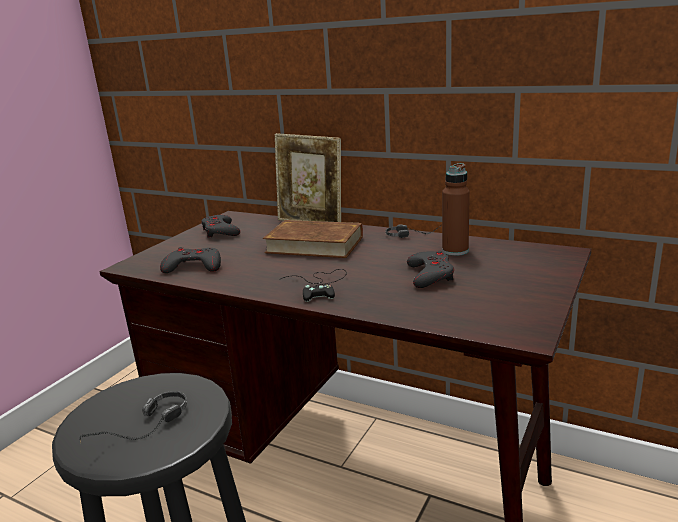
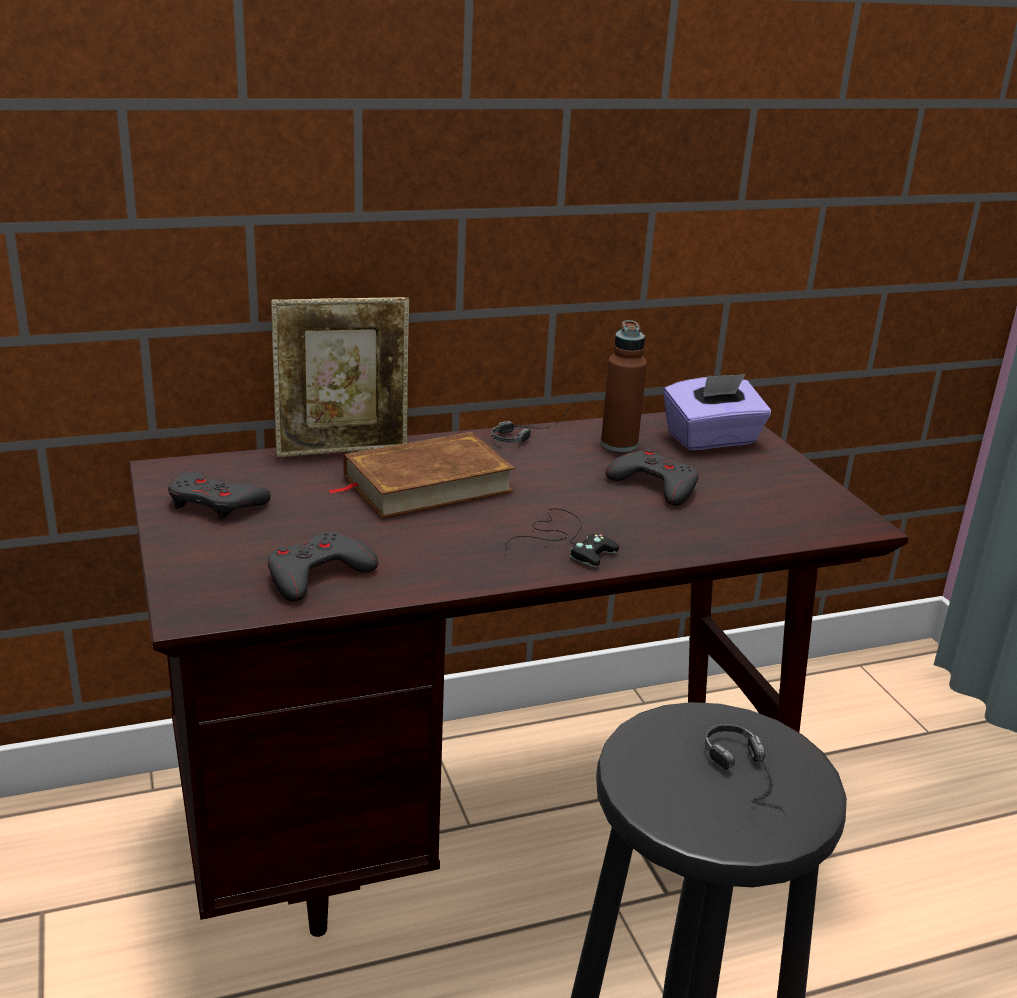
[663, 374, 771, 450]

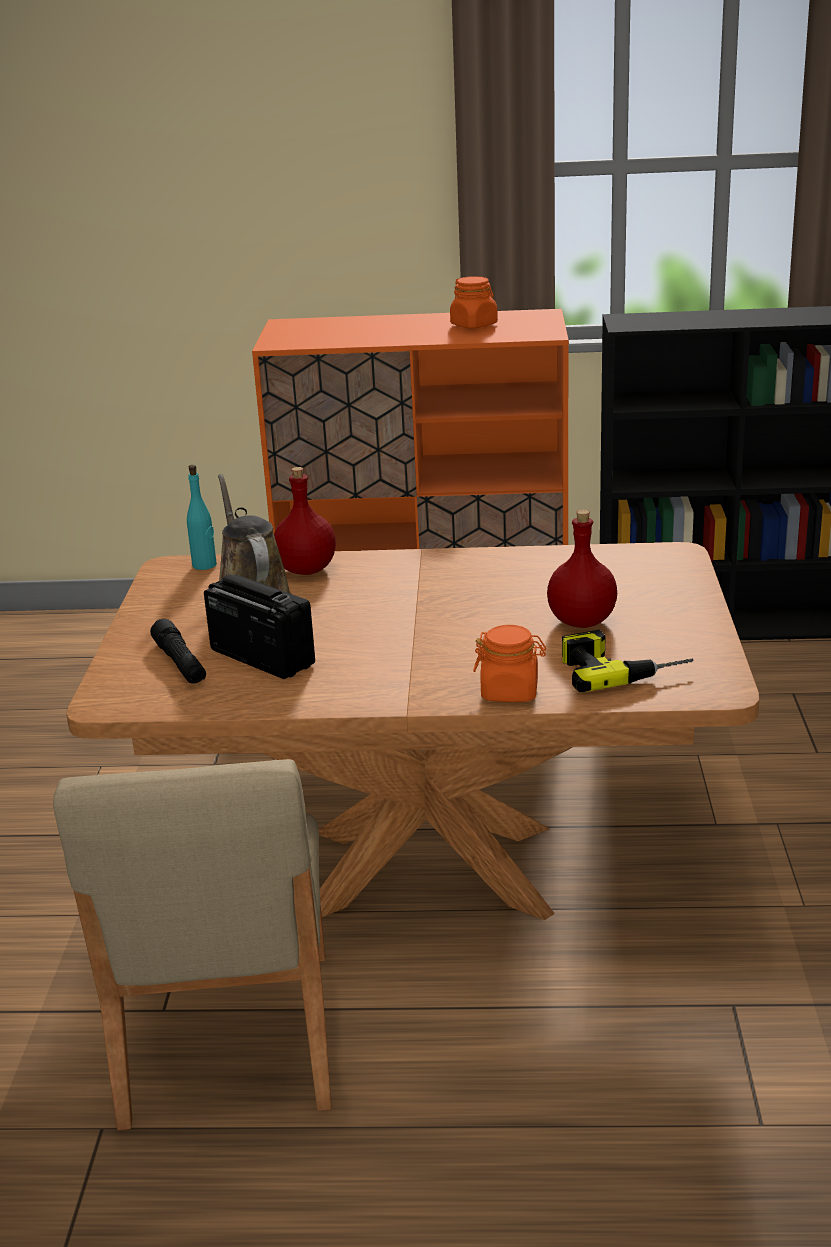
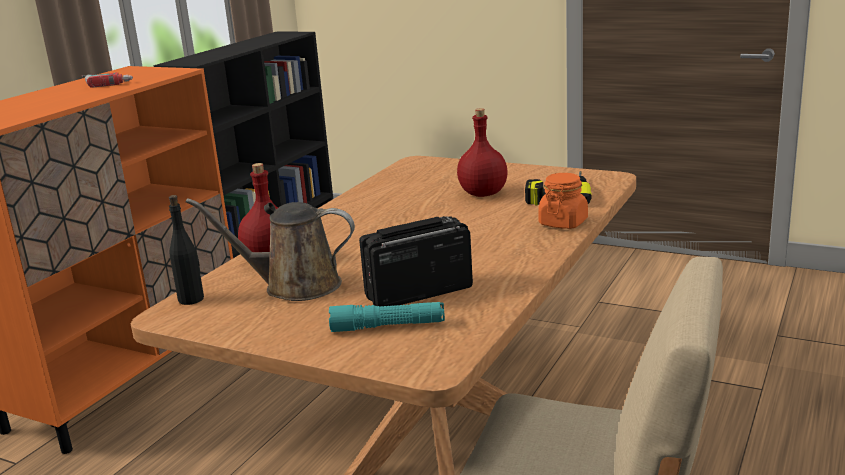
[82, 72, 133, 88]
[169, 195, 204, 305]
[329, 302, 445, 332]

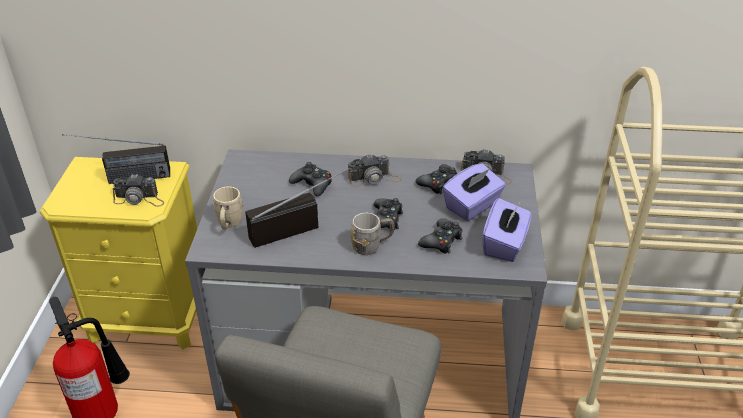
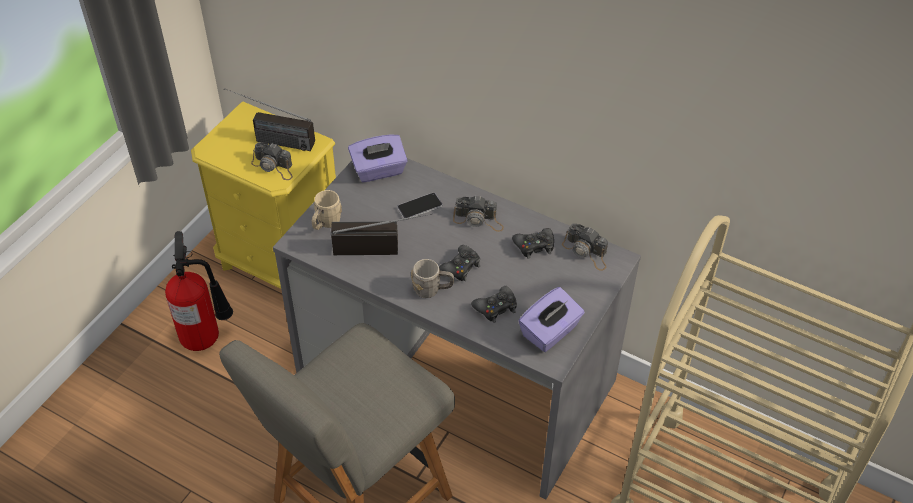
[348, 134, 408, 182]
[397, 193, 443, 220]

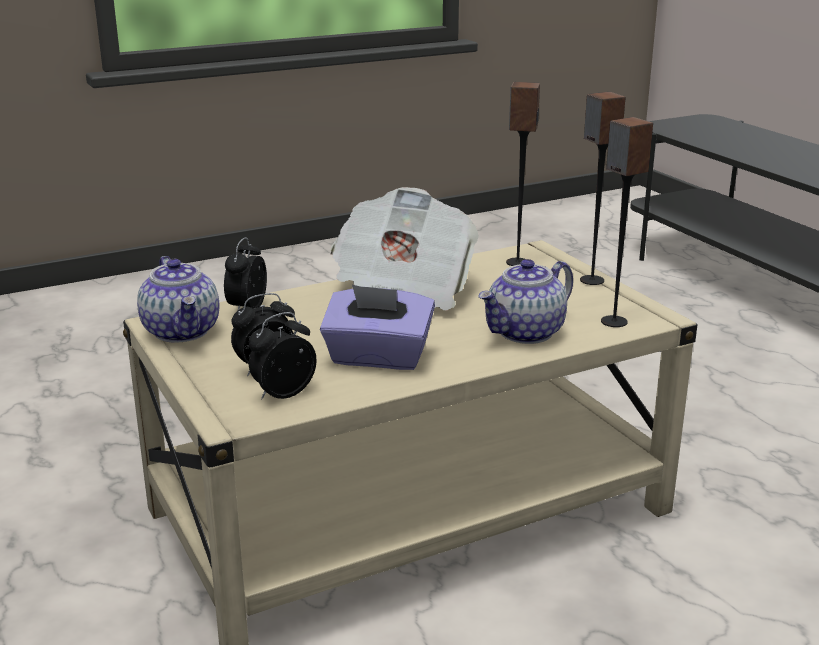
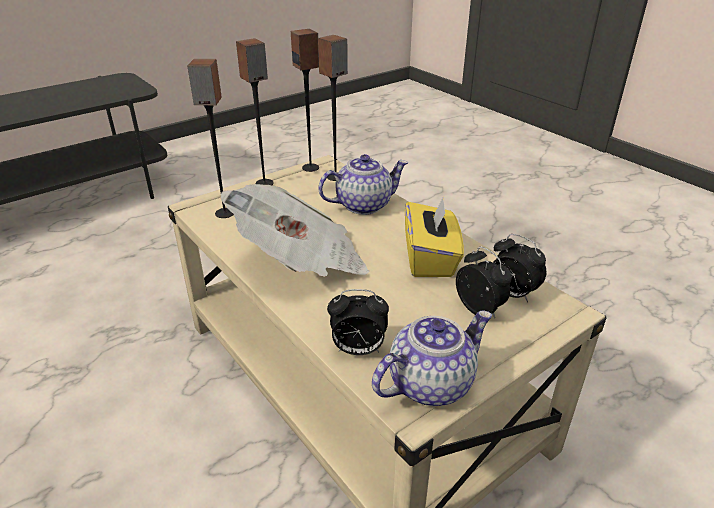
[291, 29, 319, 172]
[318, 154, 408, 215]
[405, 196, 464, 277]

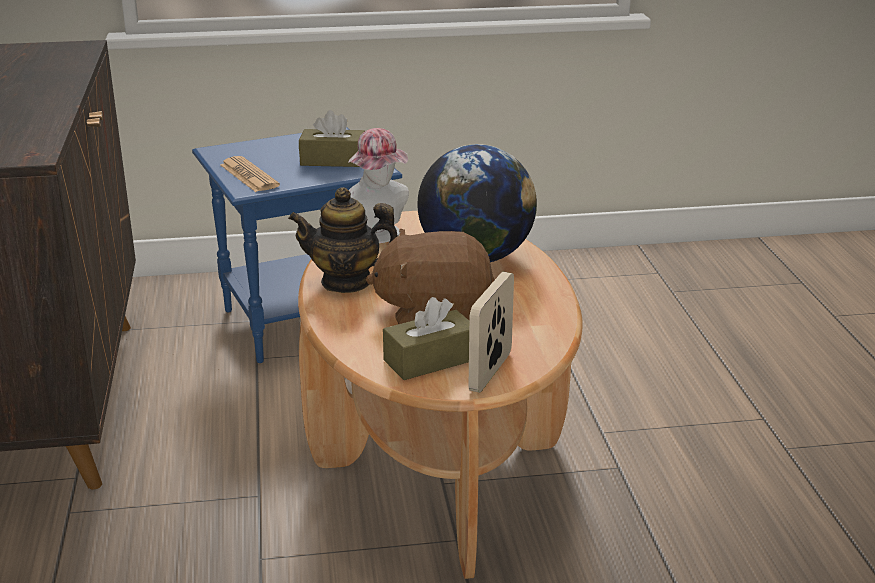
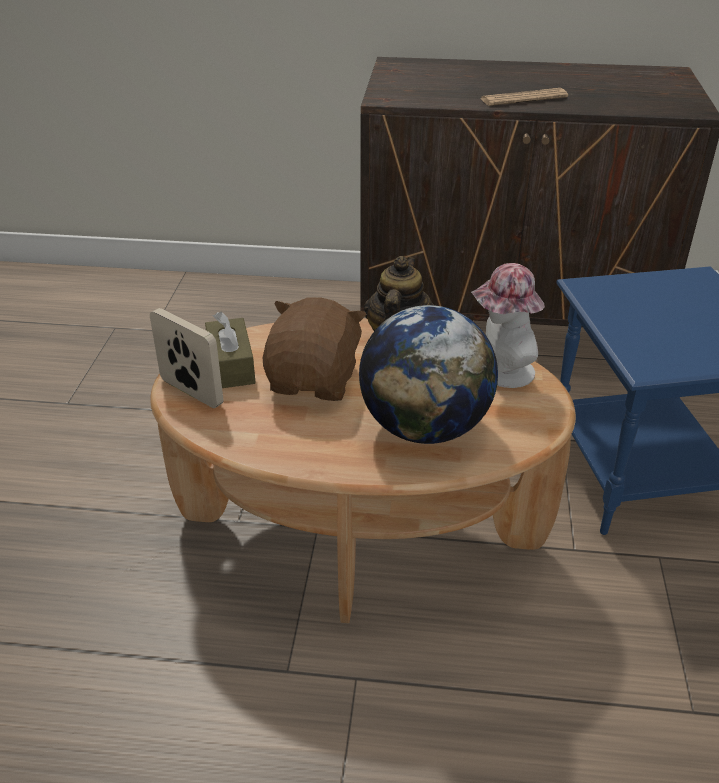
[480, 88, 568, 106]
[299, 110, 365, 167] (first image)

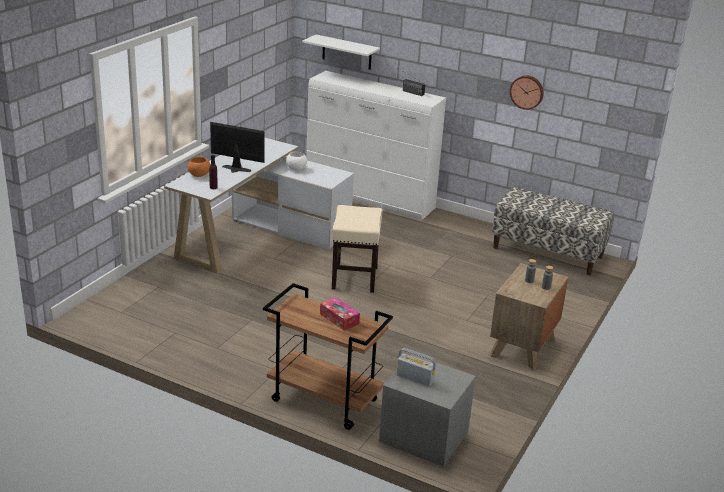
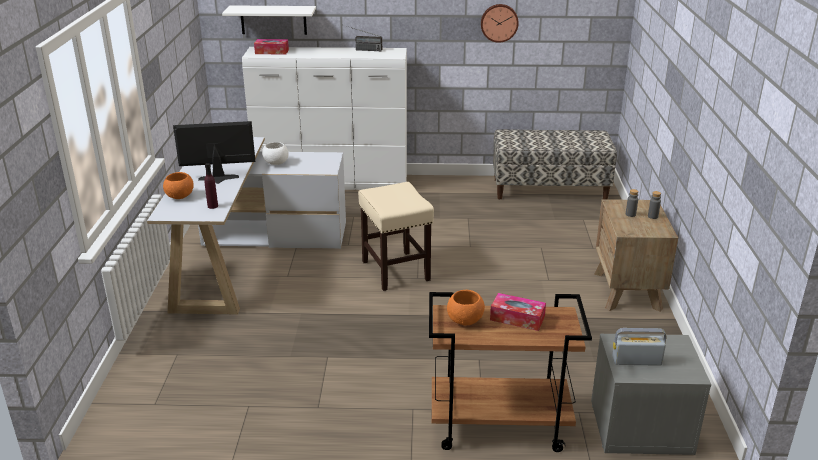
[254, 39, 289, 54]
[447, 290, 485, 325]

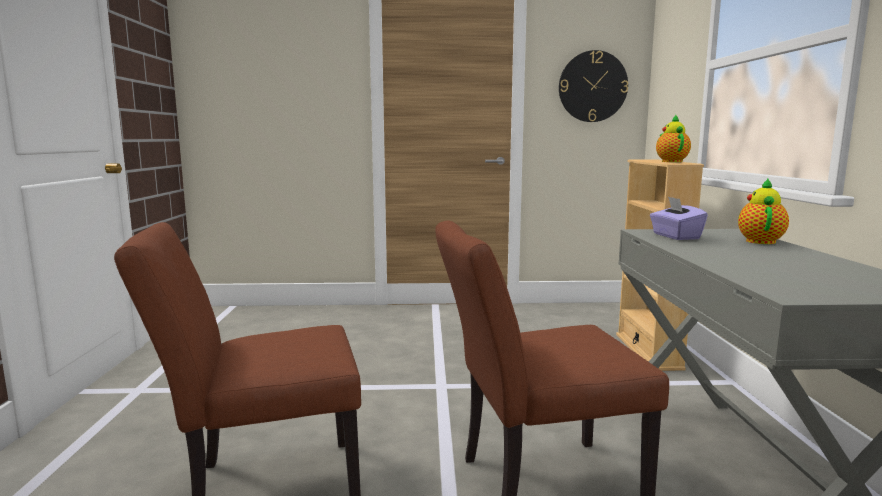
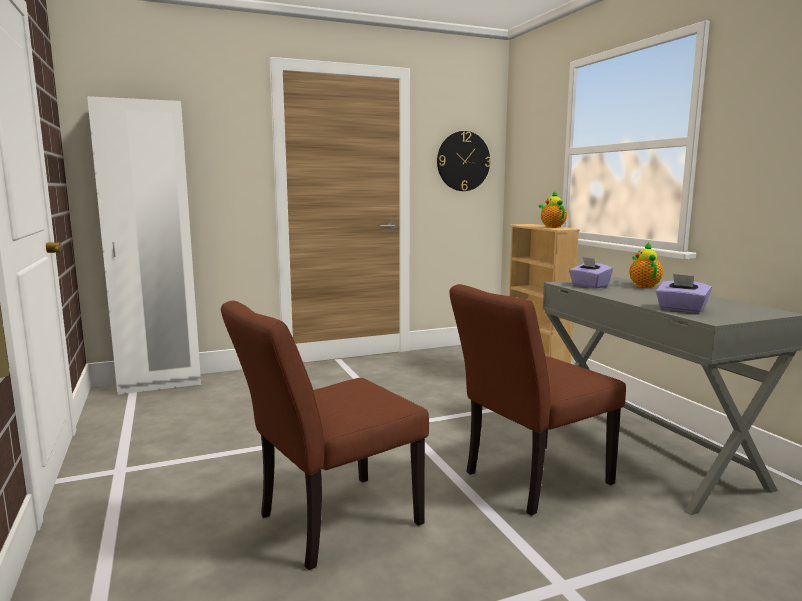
[87, 96, 201, 395]
[656, 274, 712, 313]

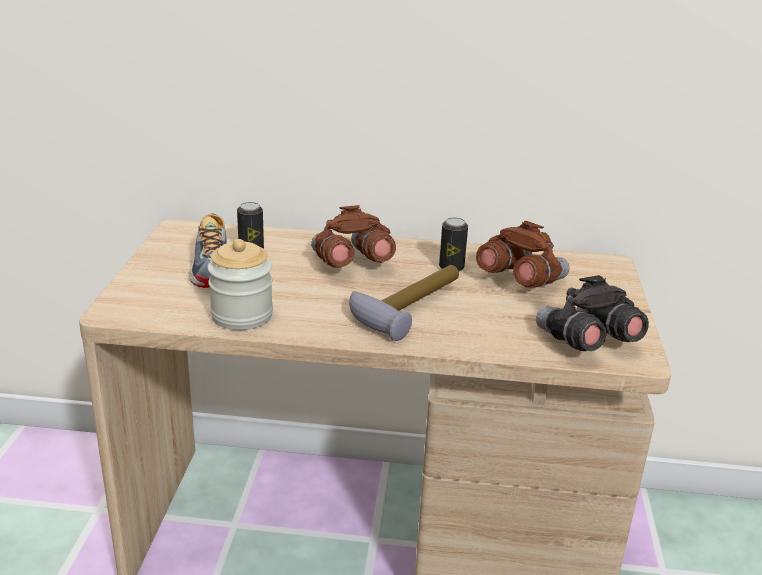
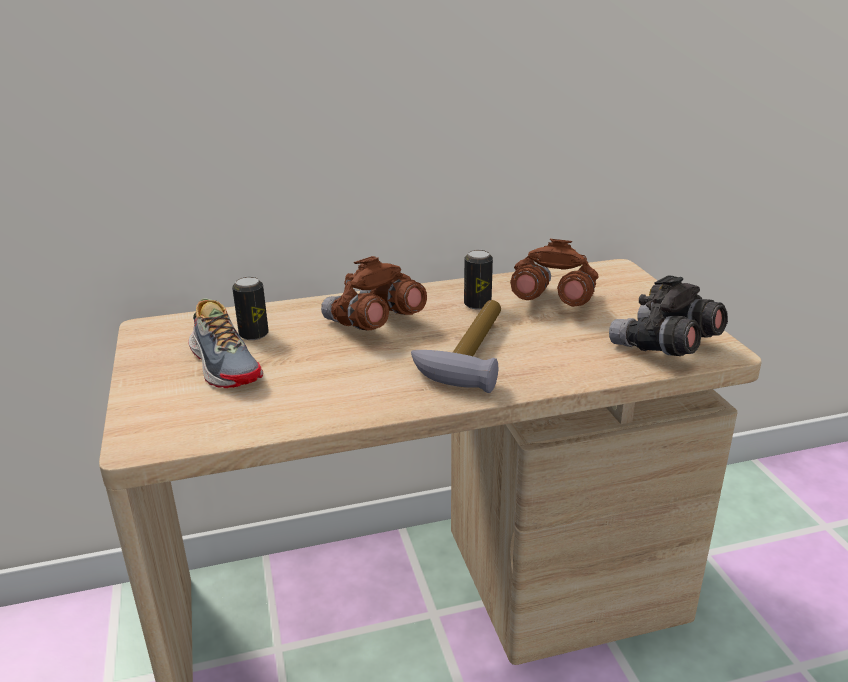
[208, 239, 273, 330] (first image)

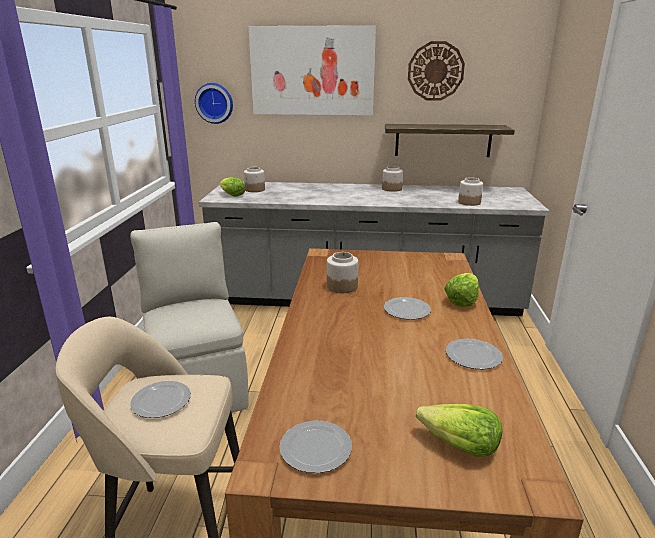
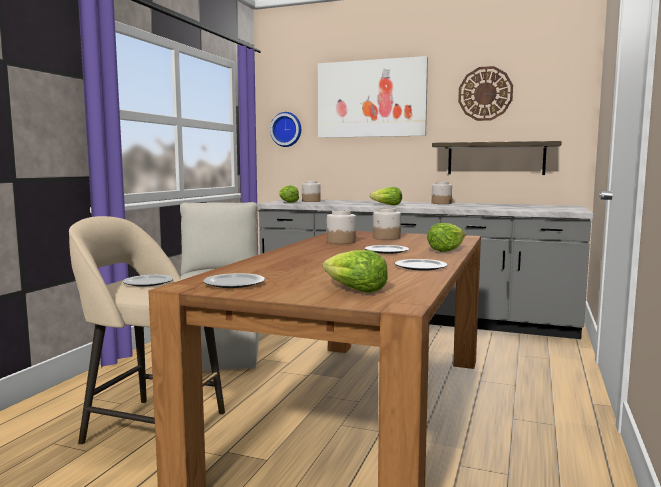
[370, 187, 402, 206]
[373, 208, 401, 240]

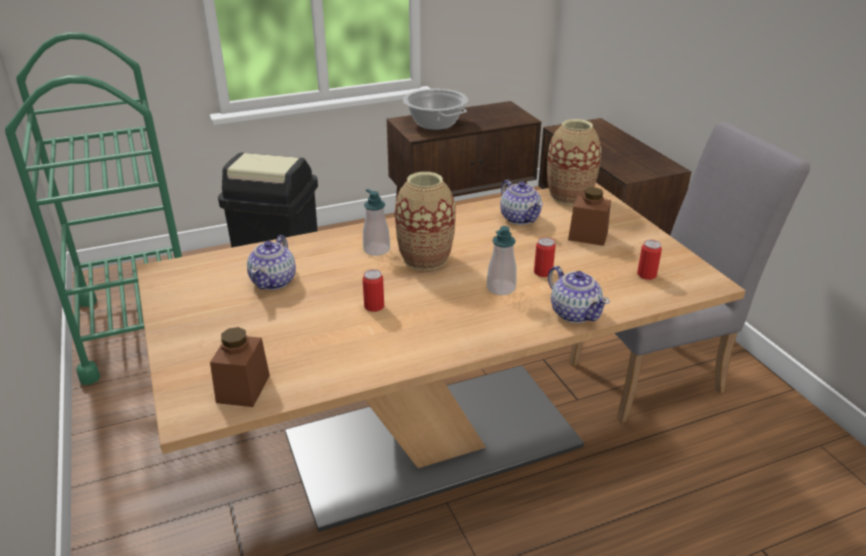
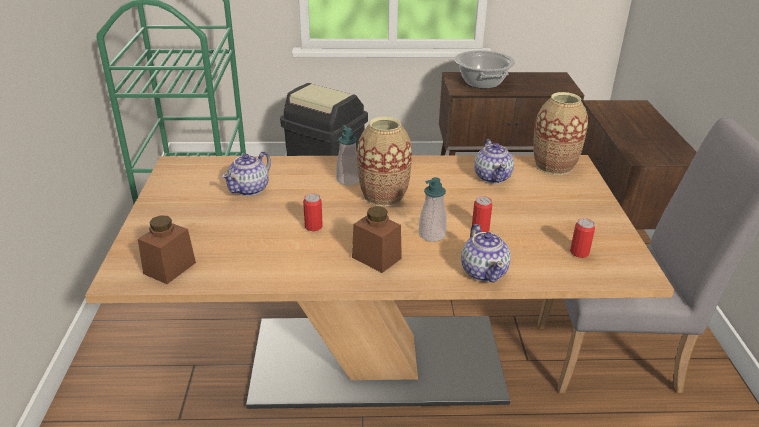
[352, 206, 402, 273]

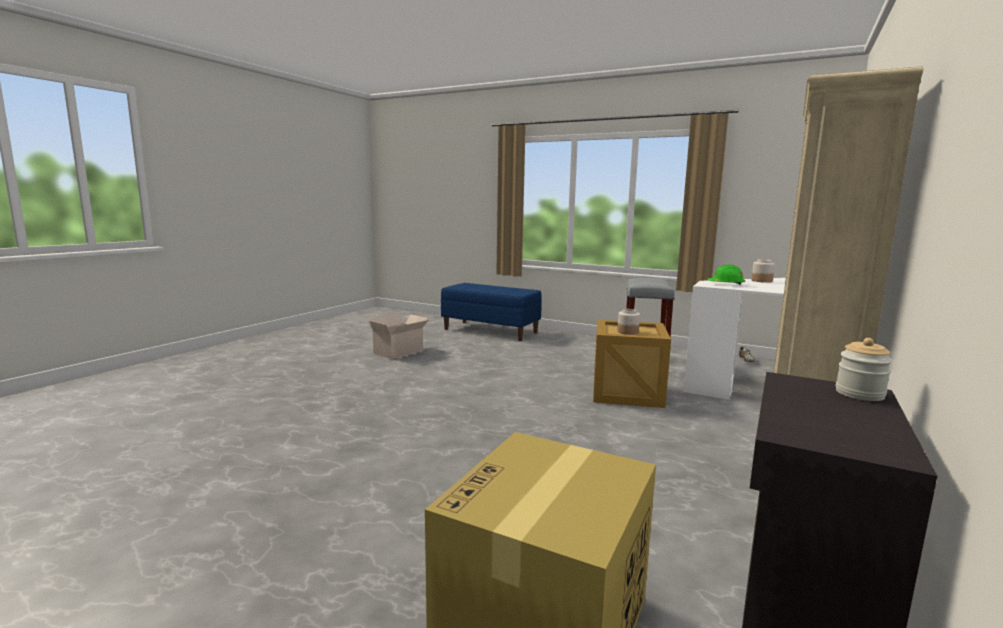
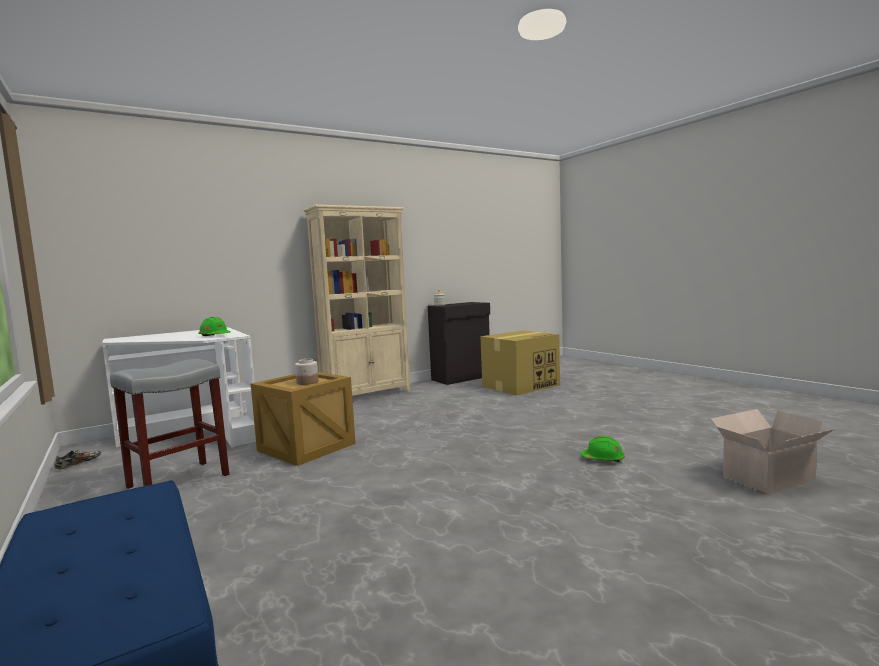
[580, 436, 625, 462]
[711, 409, 836, 494]
[751, 259, 775, 283] (first image)

